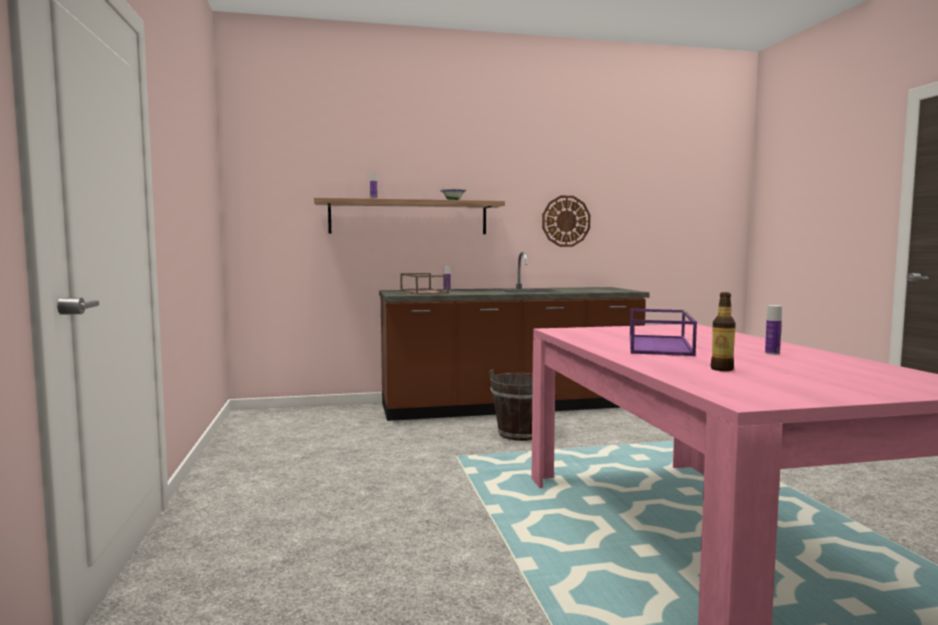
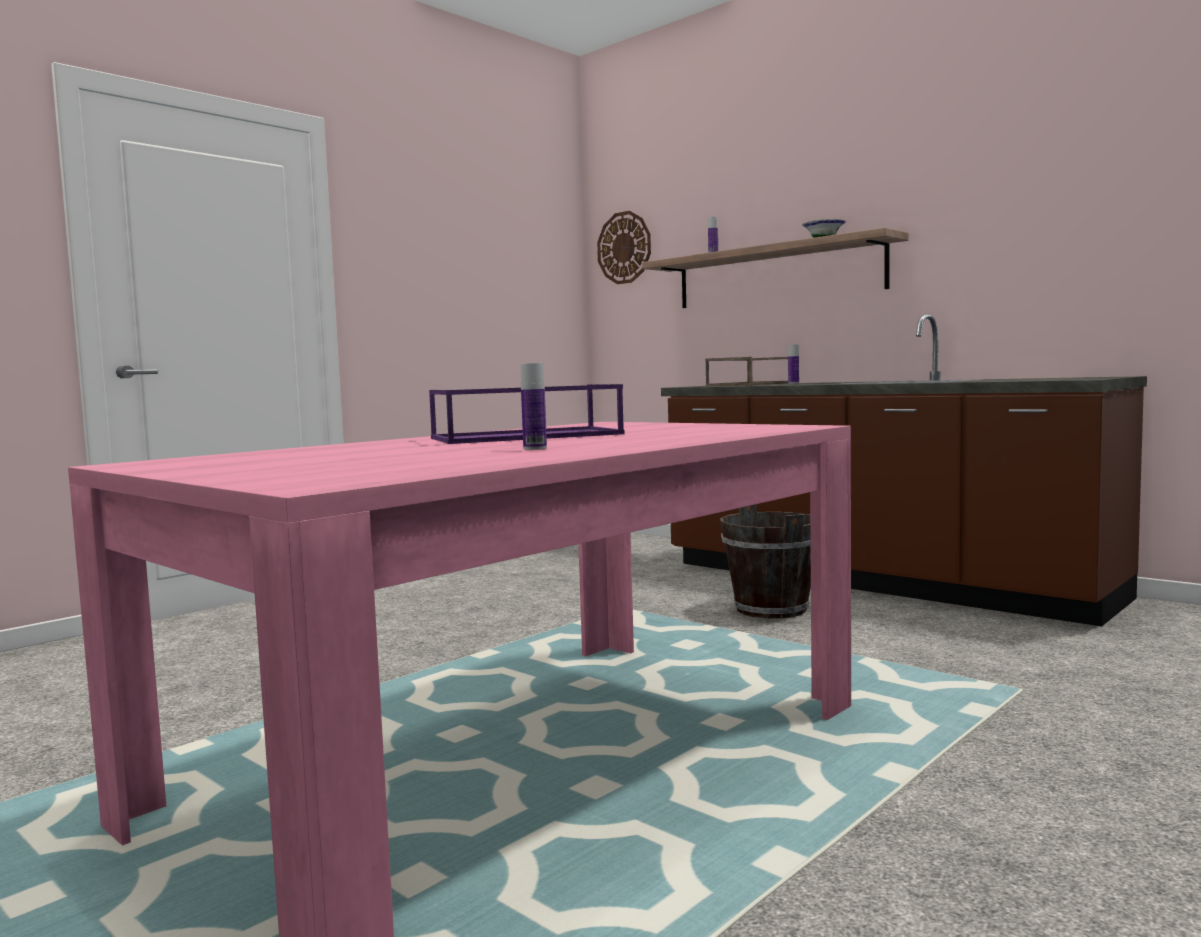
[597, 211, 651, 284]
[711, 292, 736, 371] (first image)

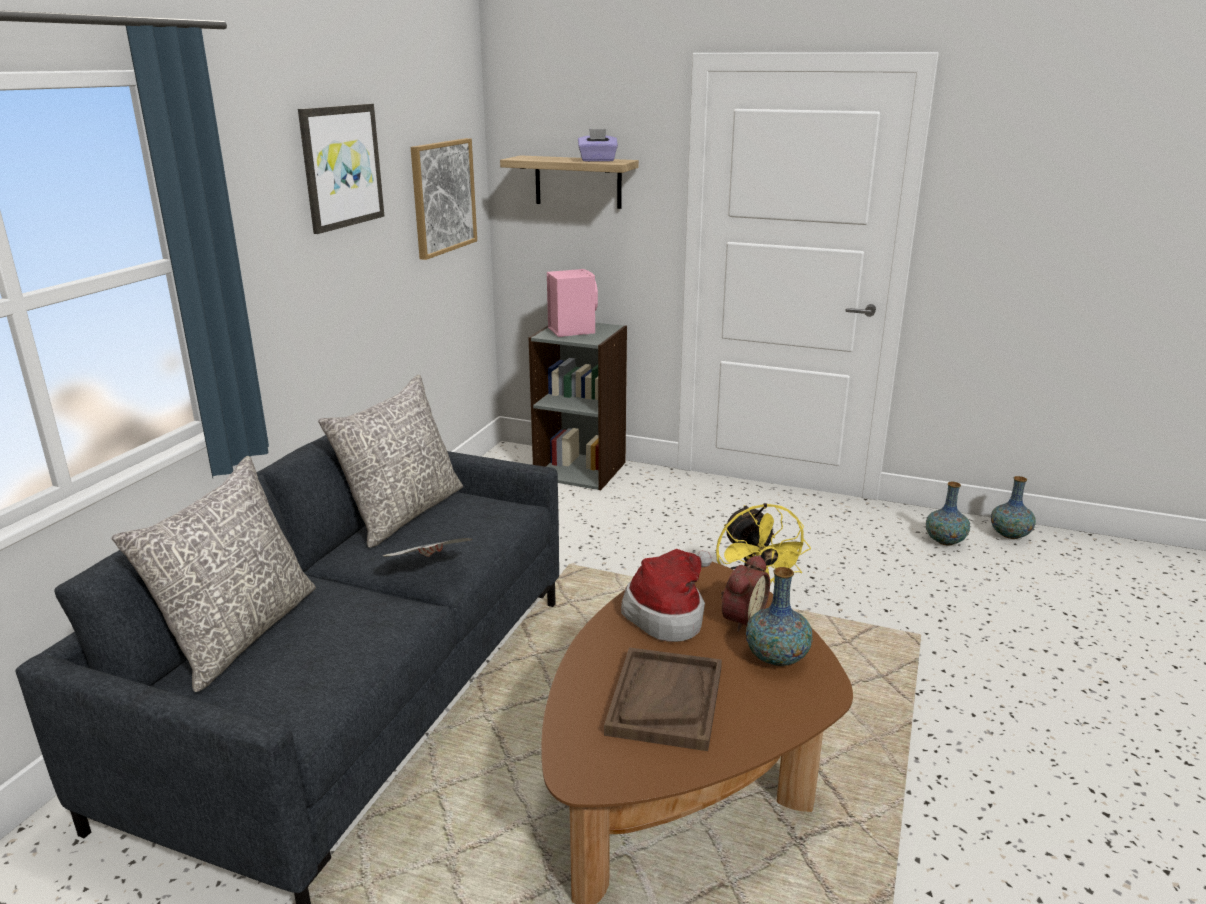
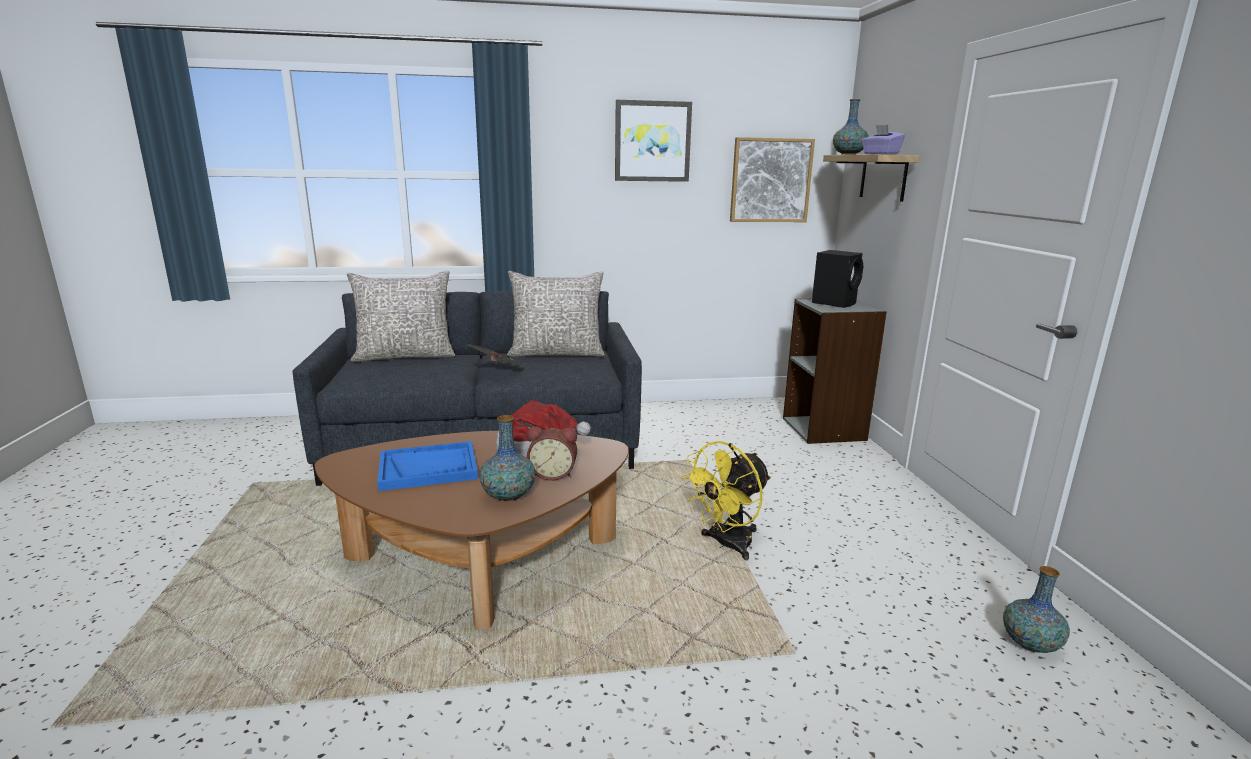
[377, 441, 478, 491]
[812, 250, 863, 308]
[833, 99, 869, 155]

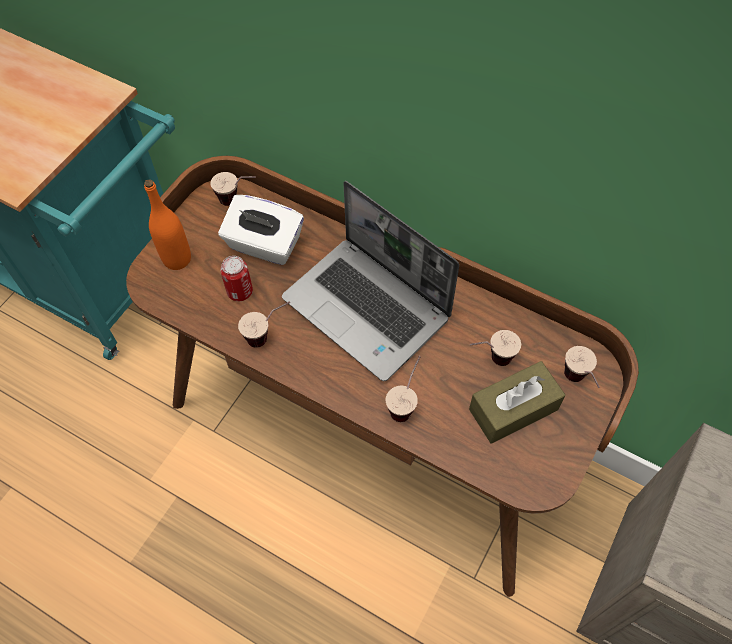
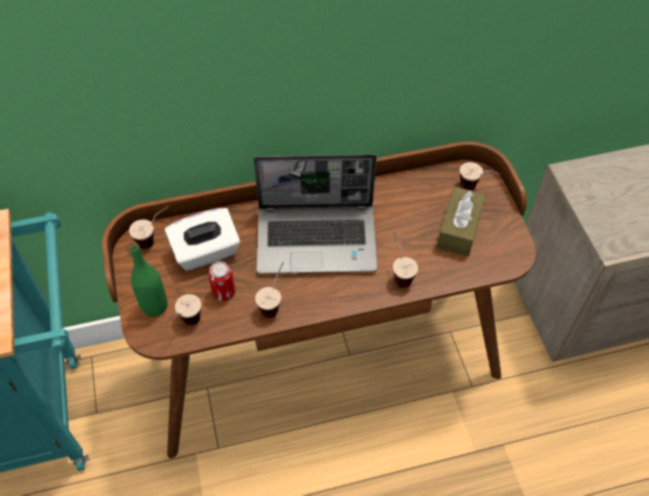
[129, 241, 168, 317]
[165, 294, 201, 325]

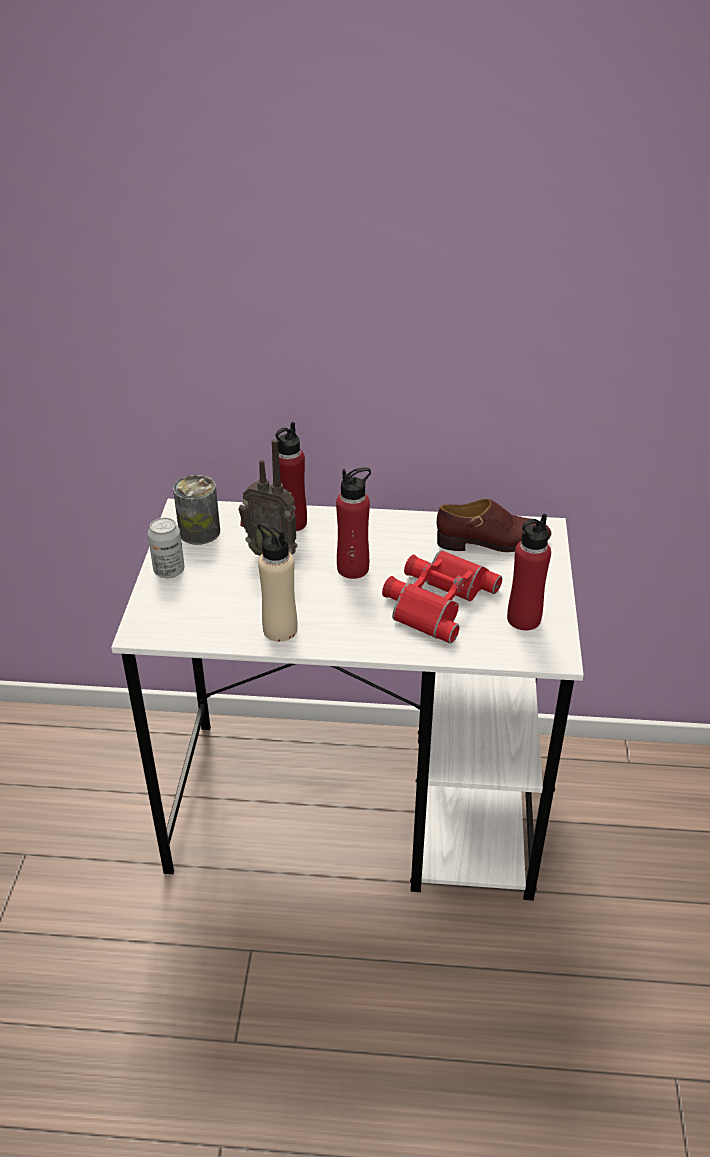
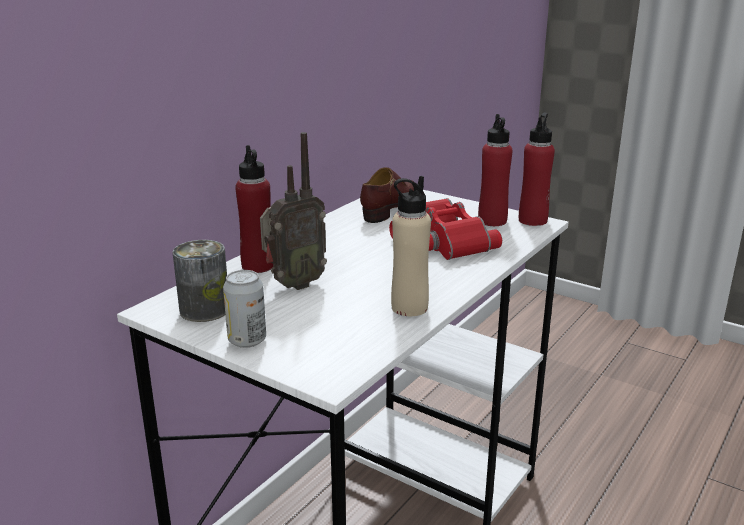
[519, 113, 555, 226]

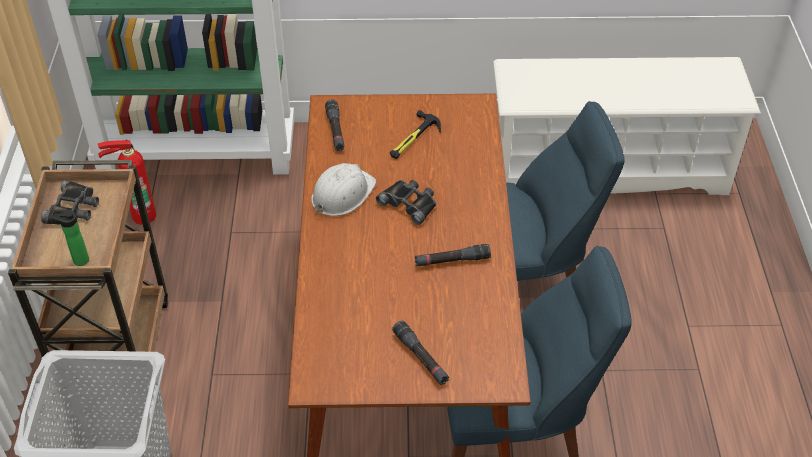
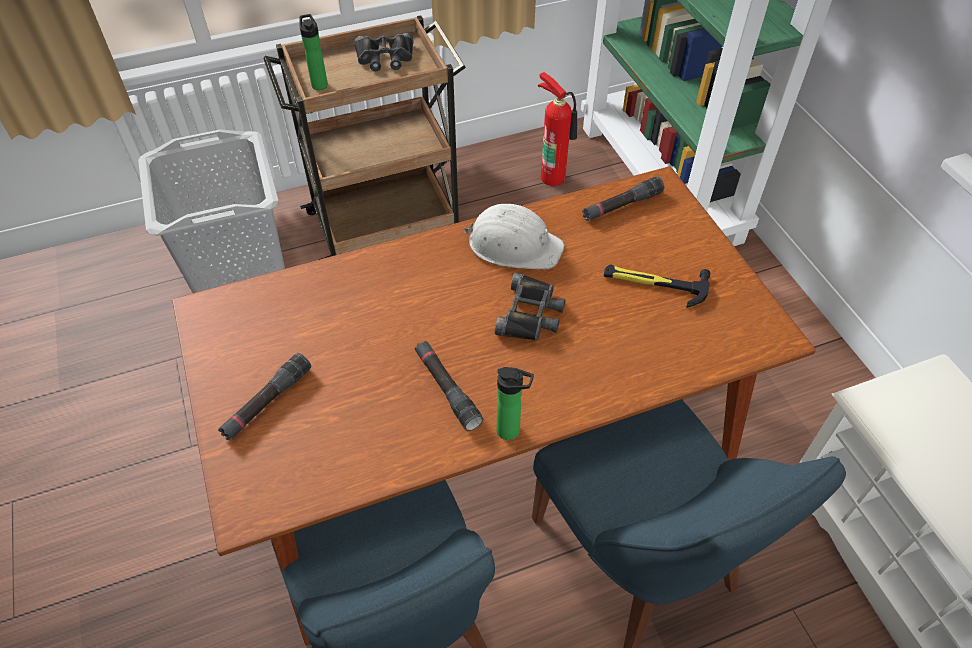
[497, 367, 534, 440]

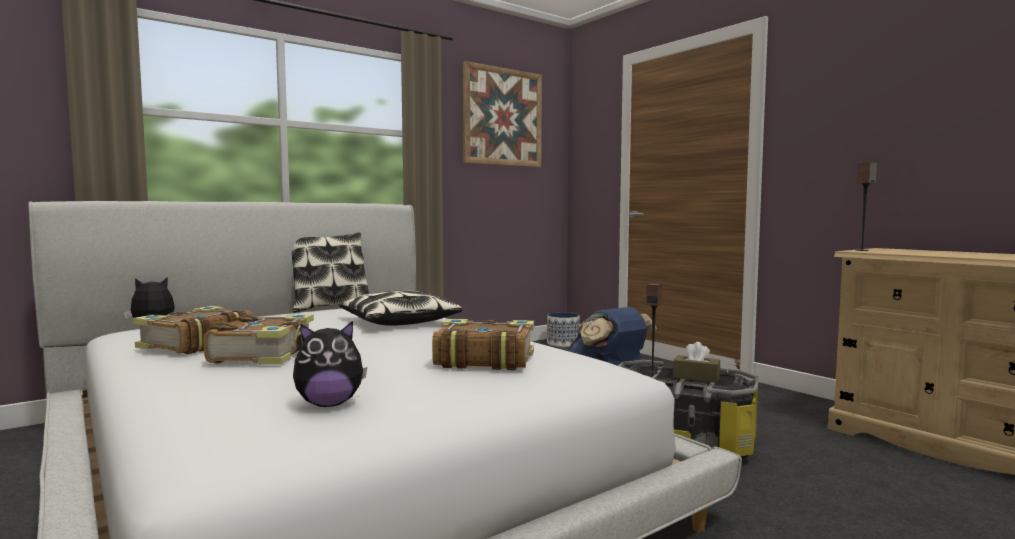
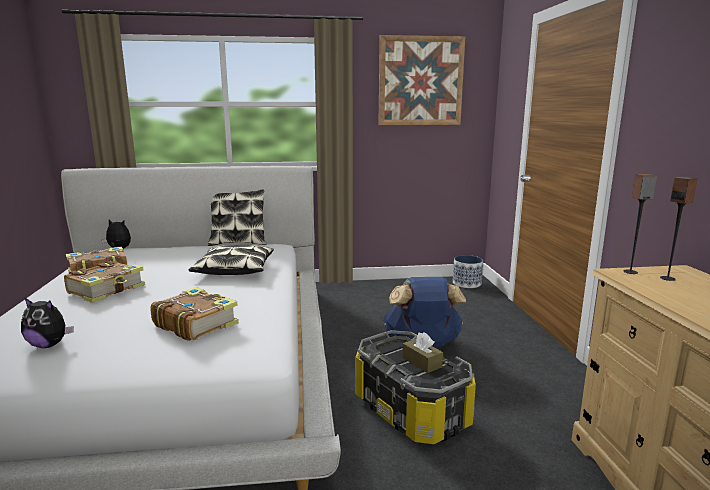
[660, 177, 698, 281]

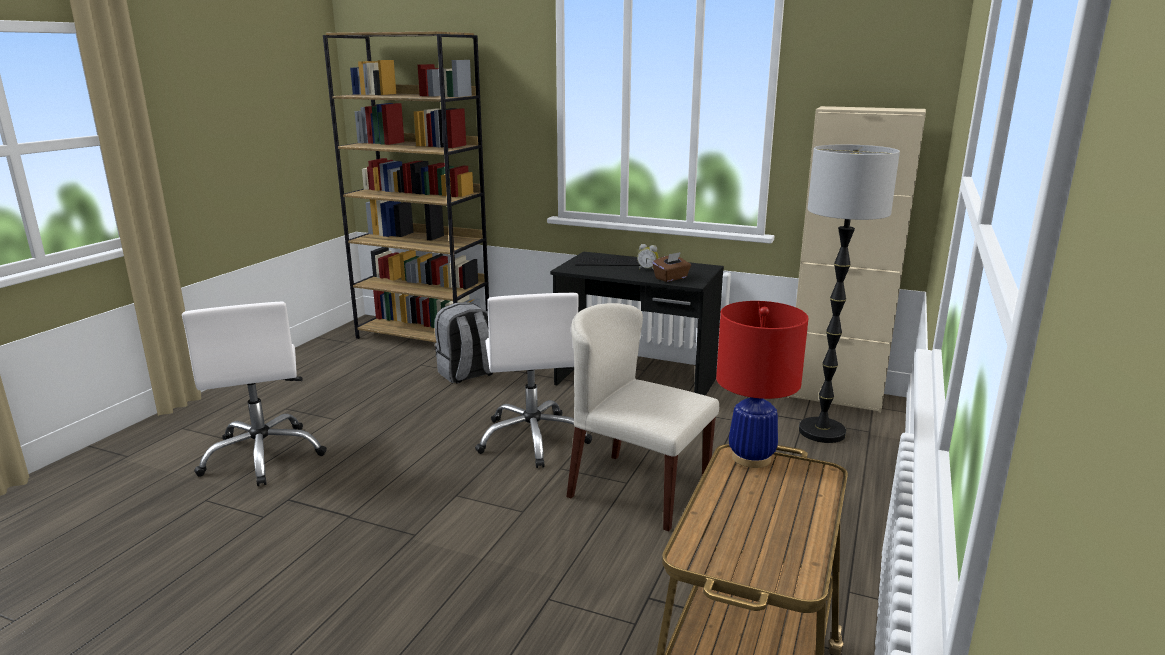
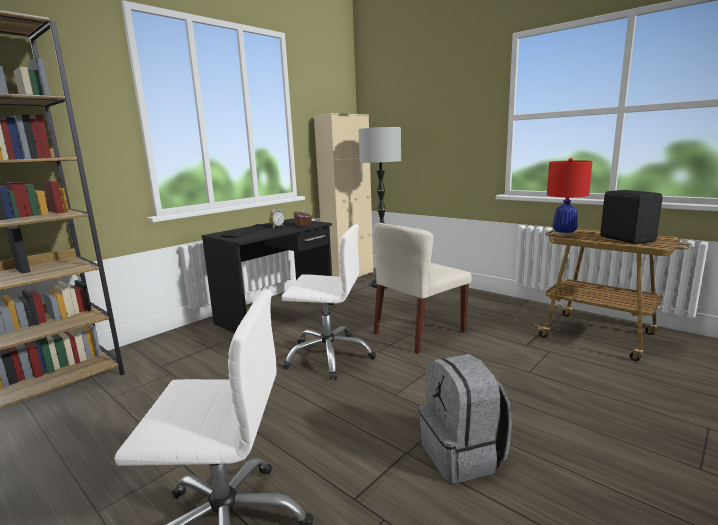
[419, 354, 512, 484]
[600, 190, 663, 244]

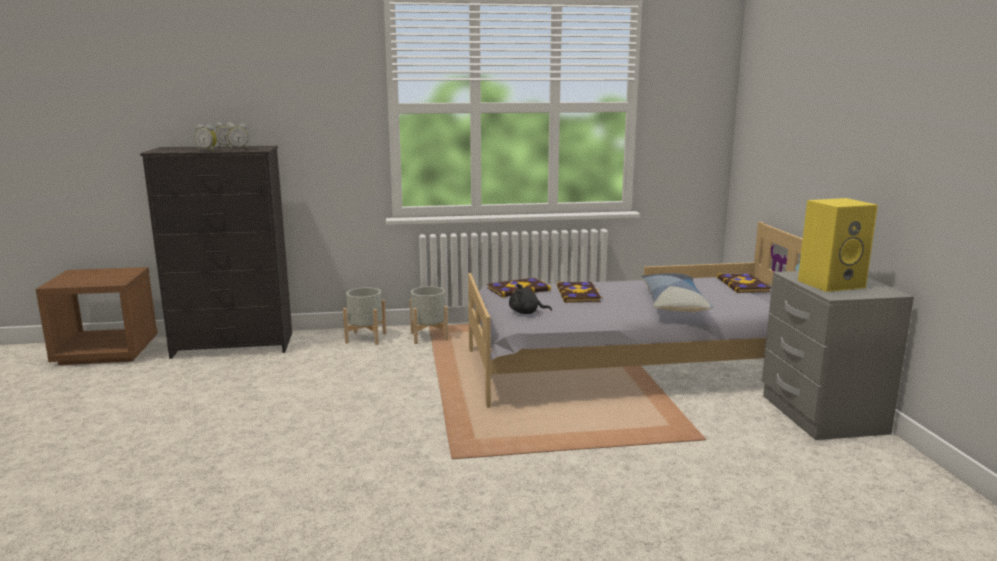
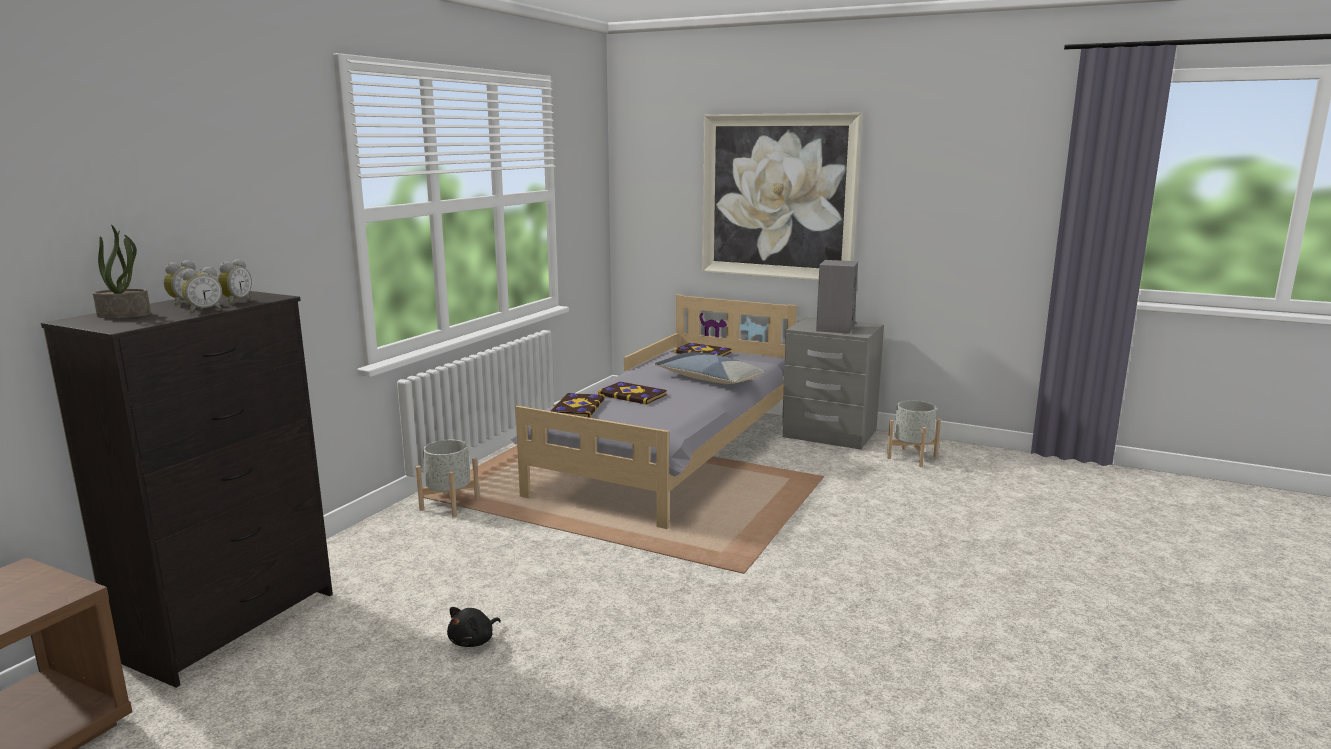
[93, 225, 151, 318]
[447, 607, 501, 647]
[702, 113, 863, 280]
[816, 260, 858, 334]
[887, 400, 941, 467]

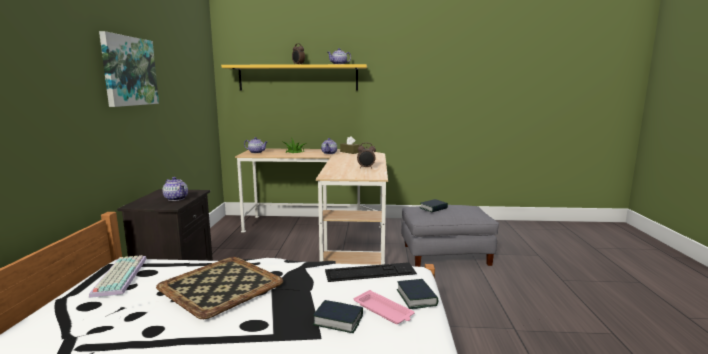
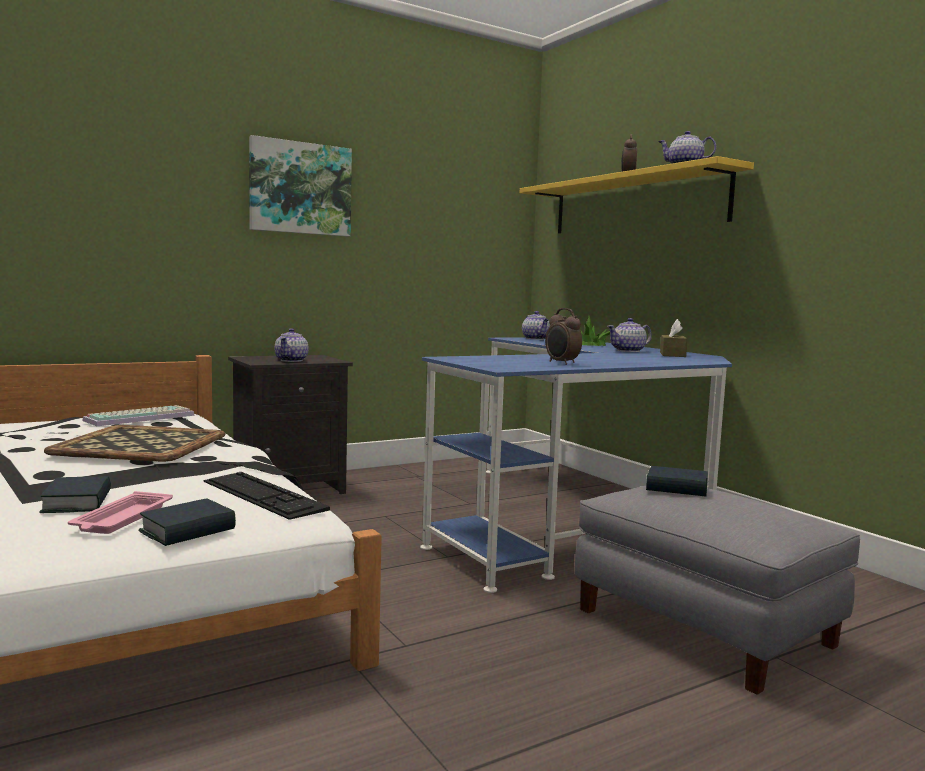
[420, 337, 732, 593]

